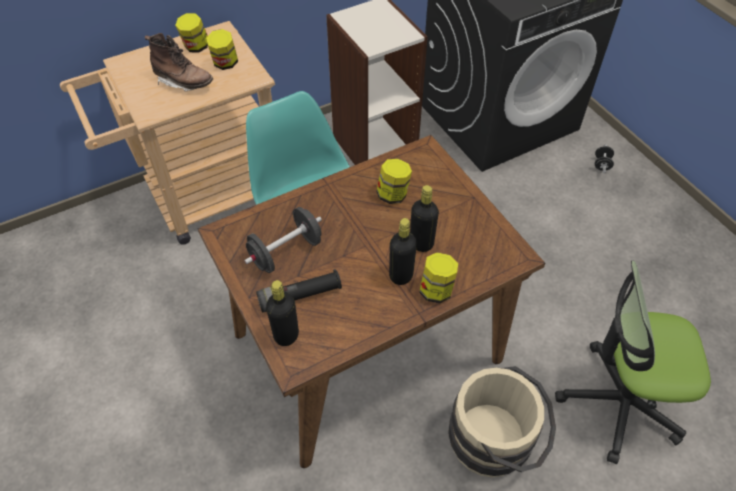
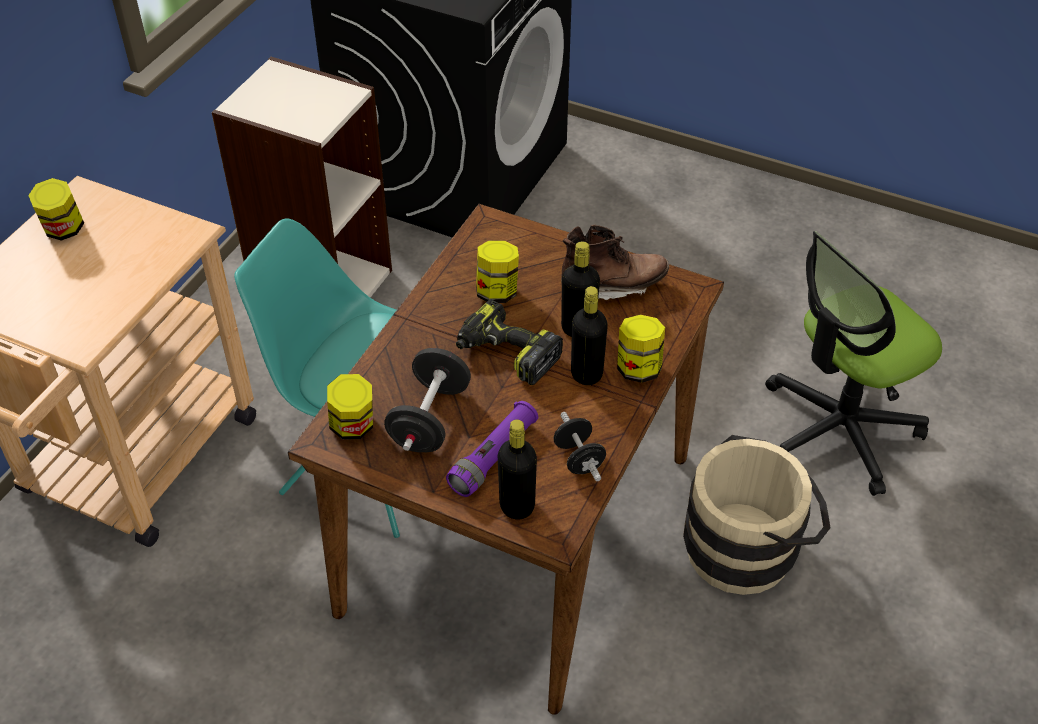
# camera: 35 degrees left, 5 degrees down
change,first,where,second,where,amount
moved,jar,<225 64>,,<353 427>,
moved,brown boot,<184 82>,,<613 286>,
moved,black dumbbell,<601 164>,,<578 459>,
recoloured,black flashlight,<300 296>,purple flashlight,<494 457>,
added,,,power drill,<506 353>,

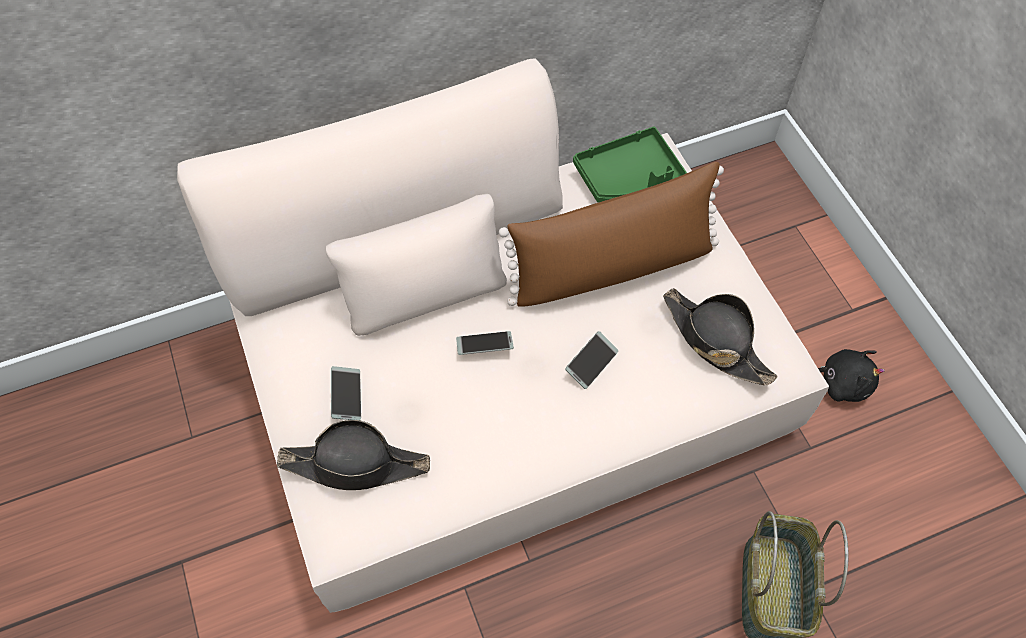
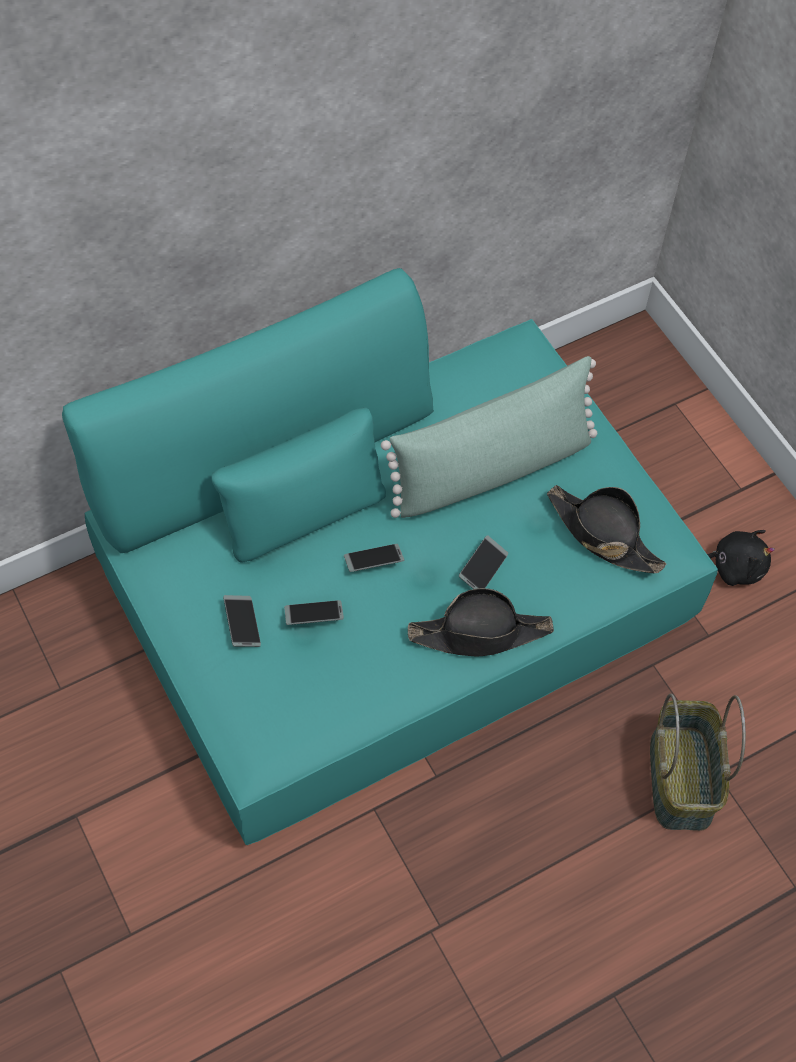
# camera: 10 degrees left, 0 degrees up
change,first,where,second,where,amount
recoloured,beige sofa,<514 378>,turquoise sofa,<396 594>,
removed,green tray,<629 178>,,,
recoloured,brown pillow,<612 267>,green pillow,<492 468>,
moved,black hat,<356 464>,,<480 633>,
added,,,phone,<314 615>,

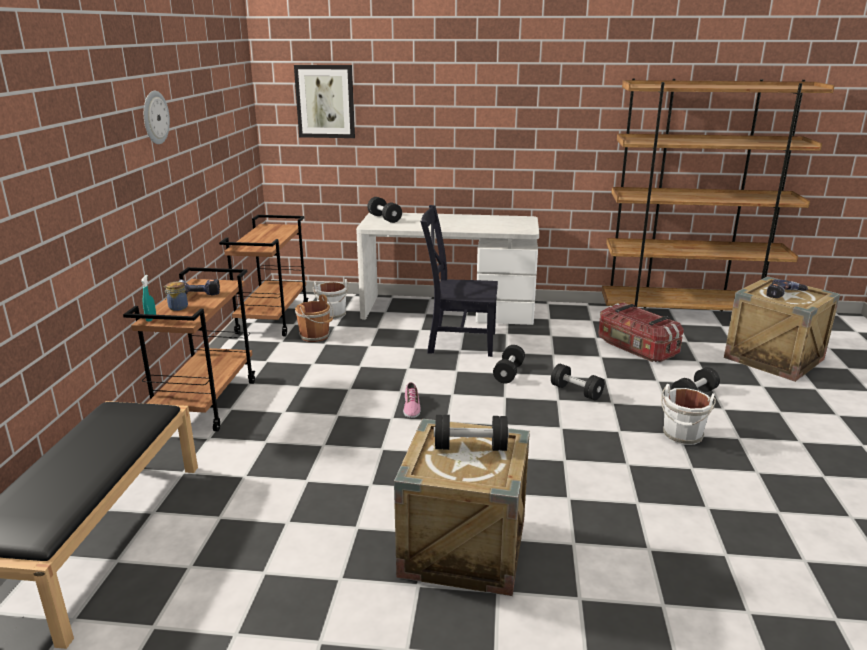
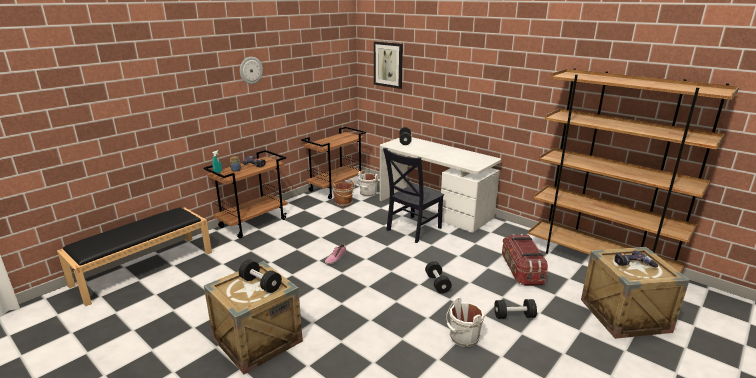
# camera: 35 degrees right, 0 degrees up
change,first,where,second,where,amount
turned,black chair,<458 342>,,<412 229>,90 degrees counterclockwise
removed,black dumbbell,<508 373>,,,

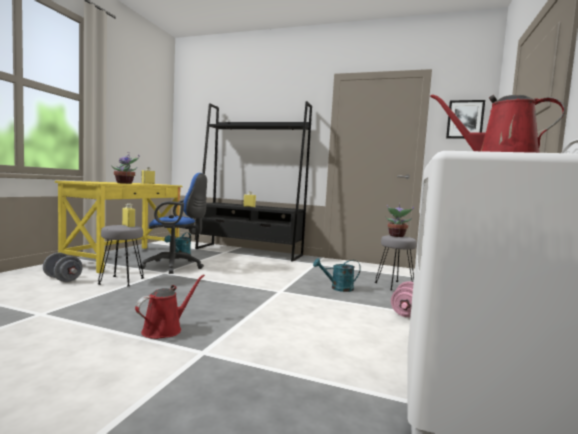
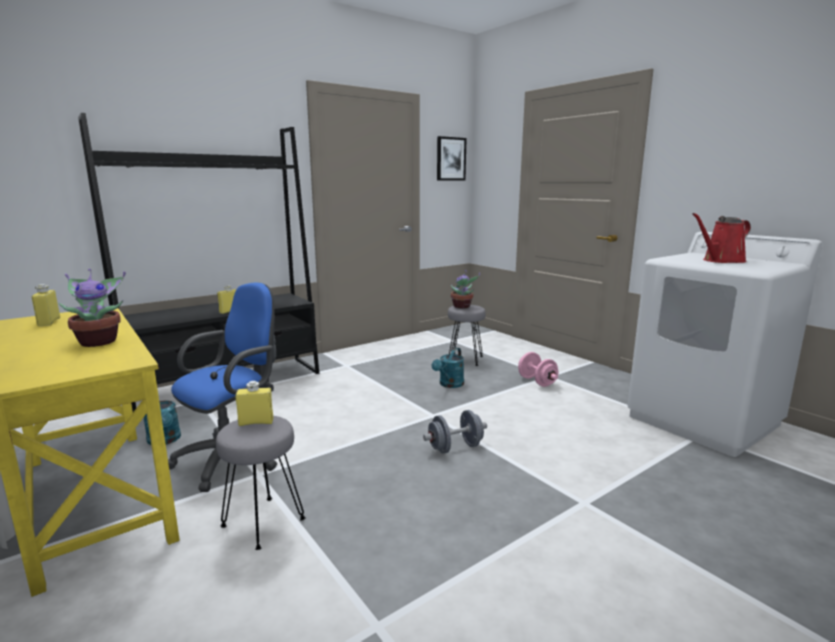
# camera: 55 degrees left, 10 degrees up
change,first,where,second,where,amount
moved,grey dumbbell,<62 279>,,<455 447>,
removed,red watering can,<165 329>,,,

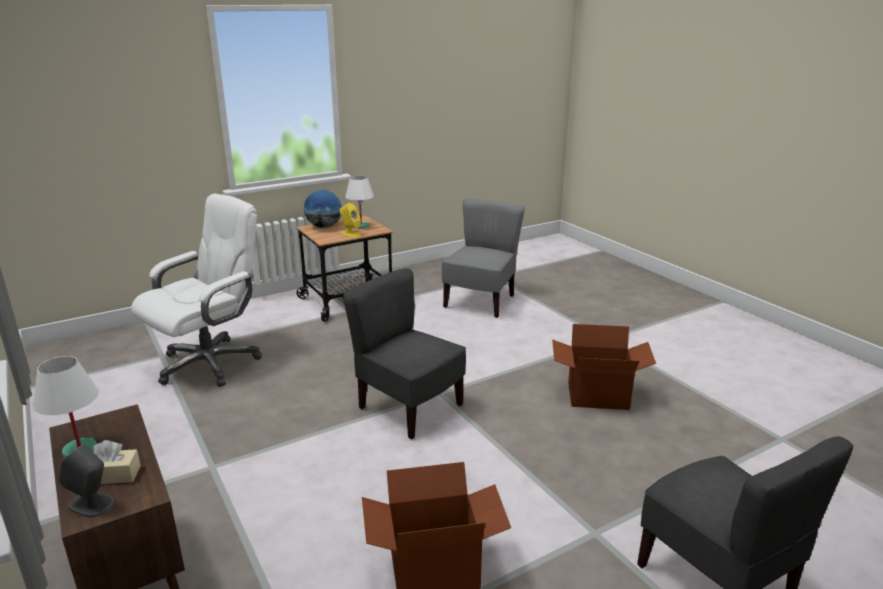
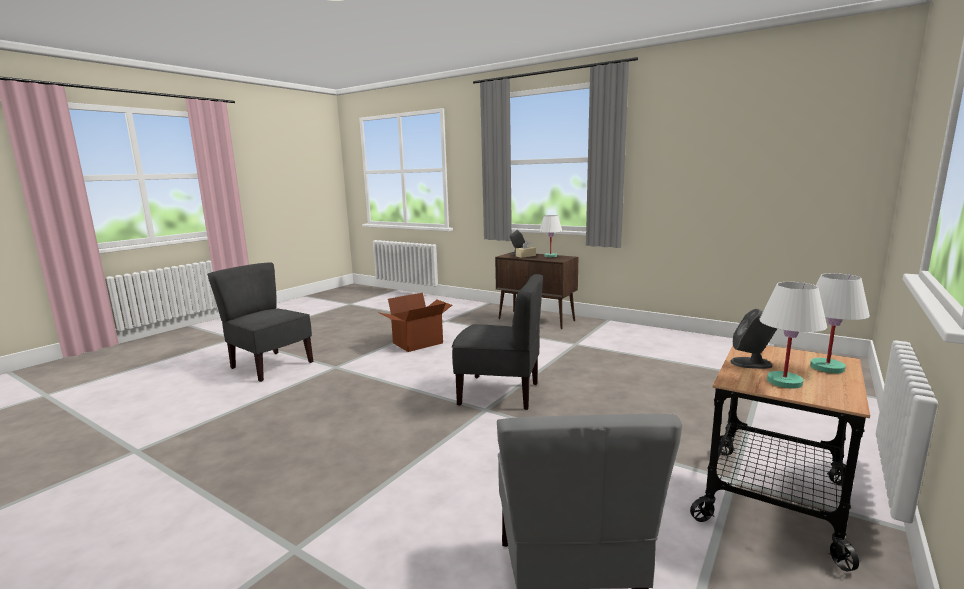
# camera: 155 degrees right, 10 degrees down
change,first,where,second,where,amount
replaced,globe,<324 226>,white table lamp,<826 367>,
removed,white office chair,<210 363>,,,
recoloured,yellow speaker,<350 234>,grey speaker,<751 363>,
removed,cardboard box,<597 396>,,,

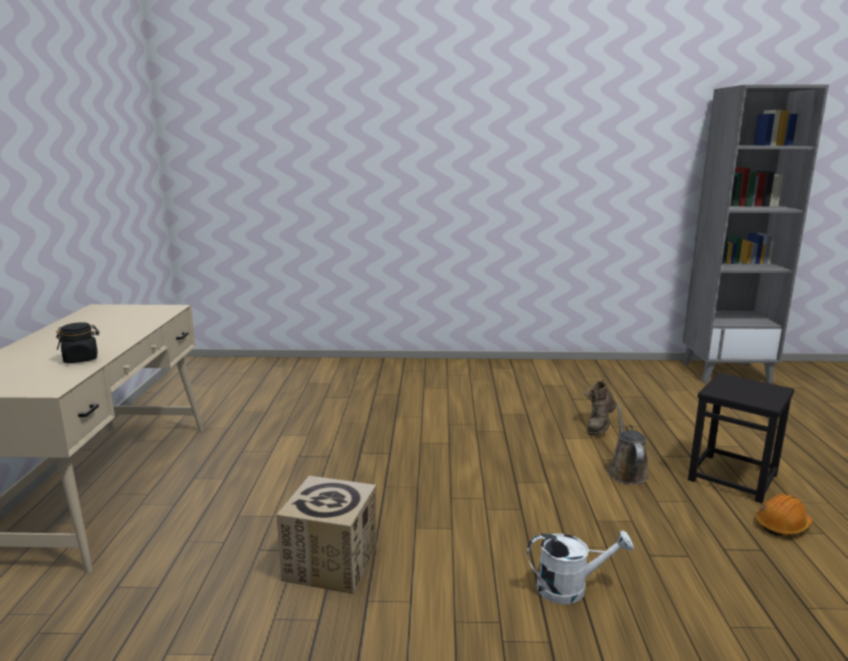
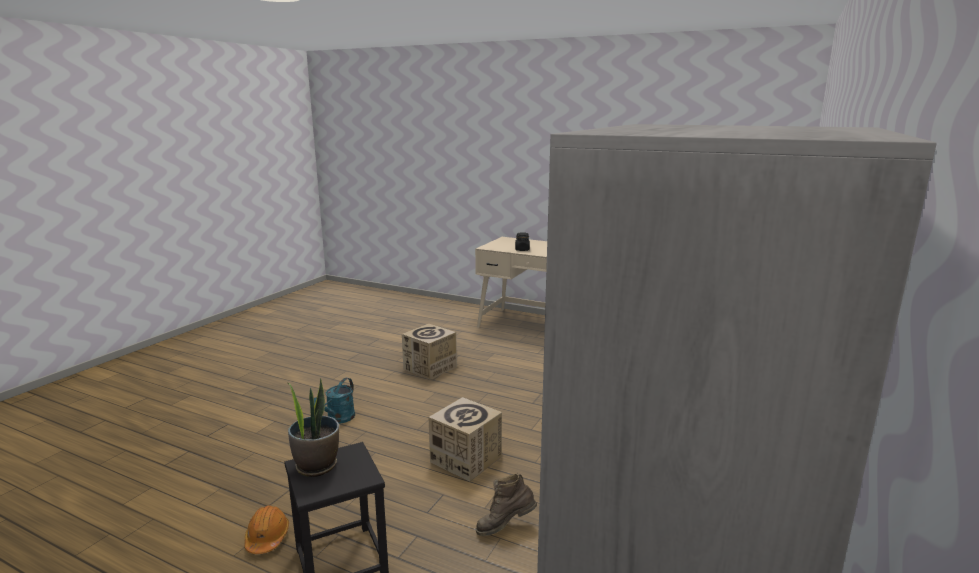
# camera: 115 degrees right, 0 degrees up
change,first,where,second,where,amount
turned,brown boot,<599 426>,,<505 526>,75 degrees counterclockwise
removed,brown watering can,<626 471>,,,
recoloured,white watering can,<570 588>,turquoise watering can,<338 419>,
added,,,potted plant,<316 466>,
added,,,cardboard box,<466 459>,

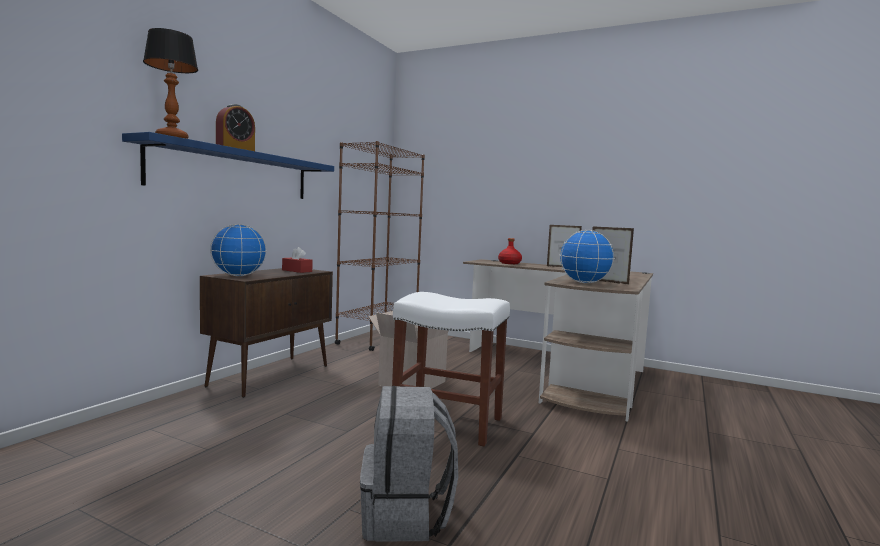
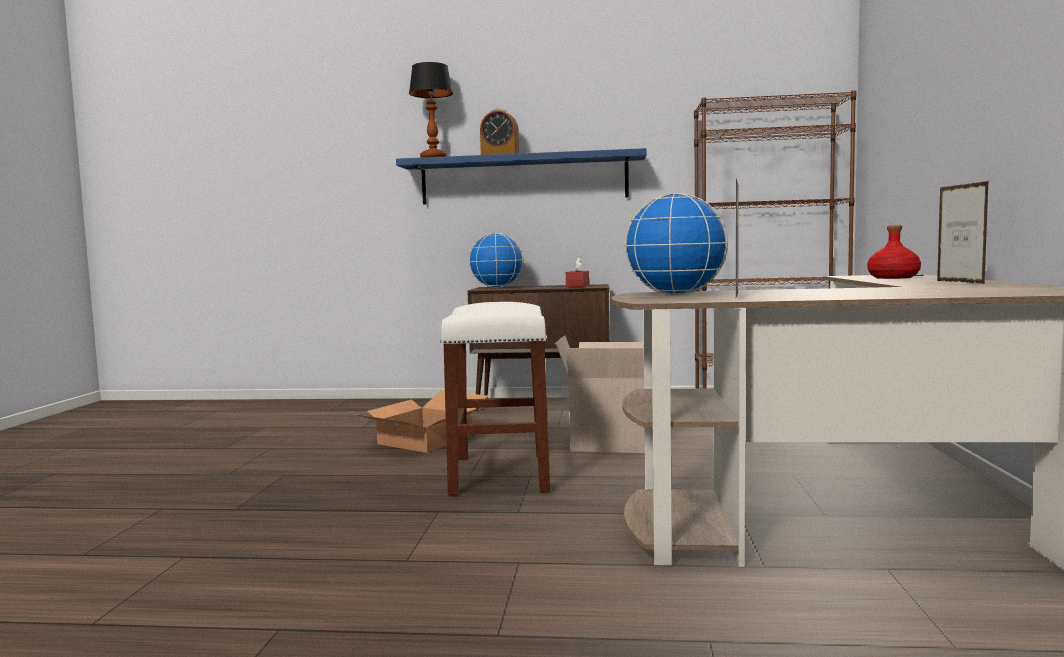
# camera: 70 degrees right, 0 degrees up
change,first,where,second,where,amount
removed,grey backpack,<406 516>,,,
added,,,cardboard box,<425 440>,

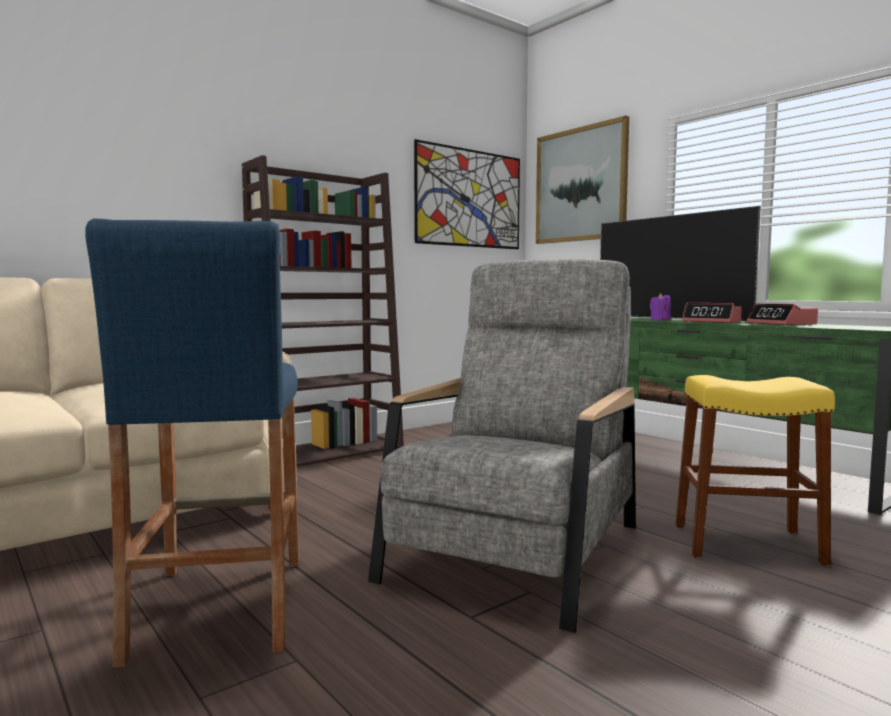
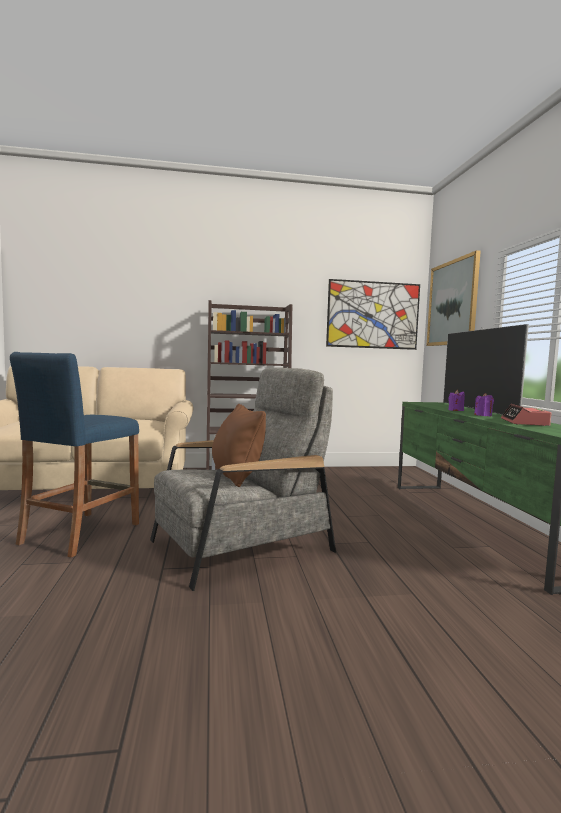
# camera: 30 degrees right, 0 degrees up
change,first,where,second,where,amount
replaced,alarm clock,<712 322>,purple candle,<483 415>,
removed,yellow stool,<746 543>,,,
added,,,brown pillow,<236 476>,

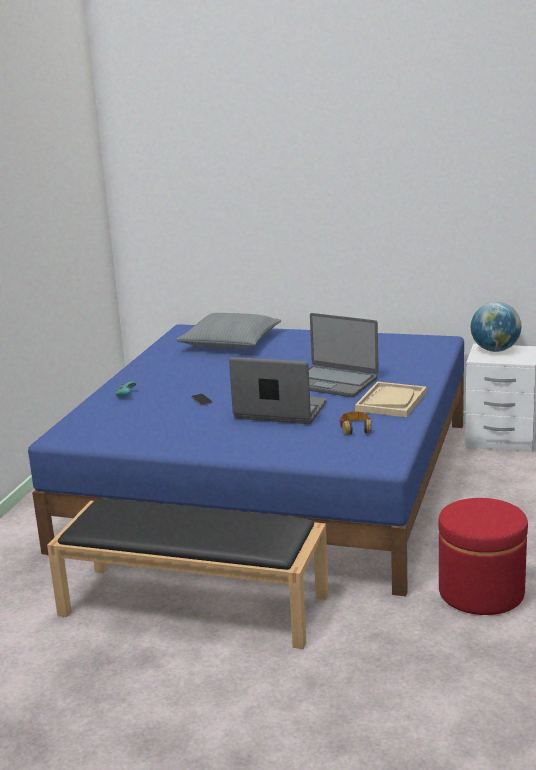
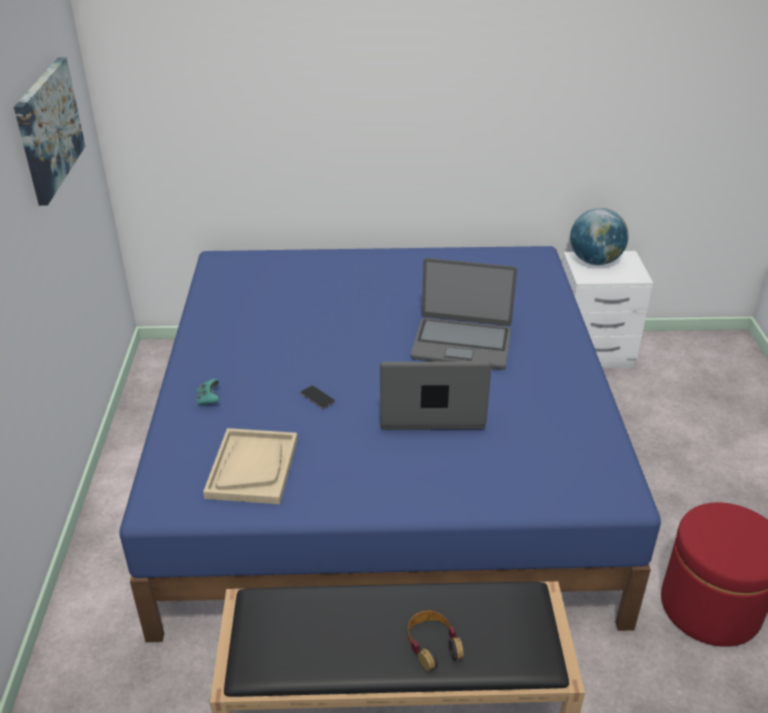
# camera: 20 degrees left, 15 degrees up
change,first,where,second,where,amount
removed,grey pillow,<230 342>,,,
moved,beige tray,<391 401>,,<252 467>,
moved,headphones,<355 428>,,<432 644>,
added,,,picture,<48 128>,

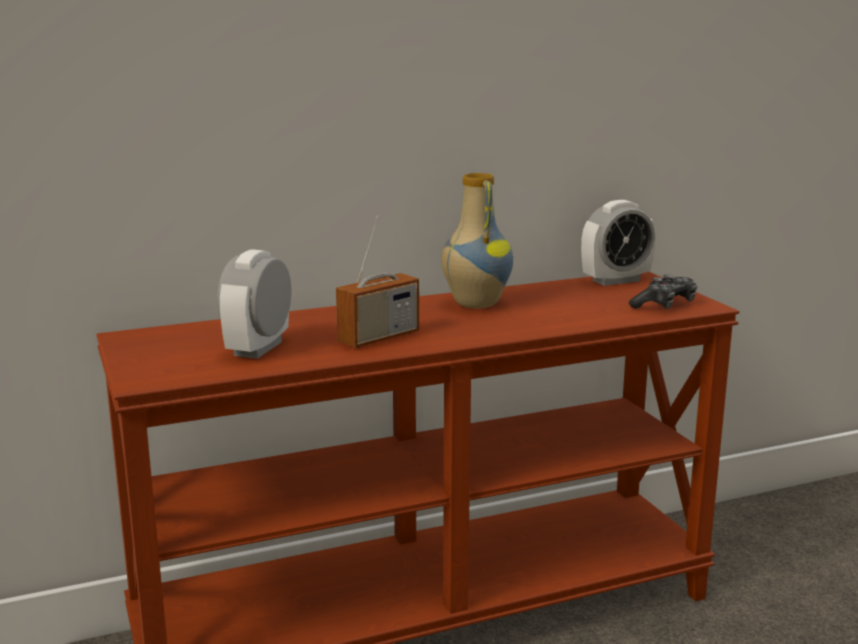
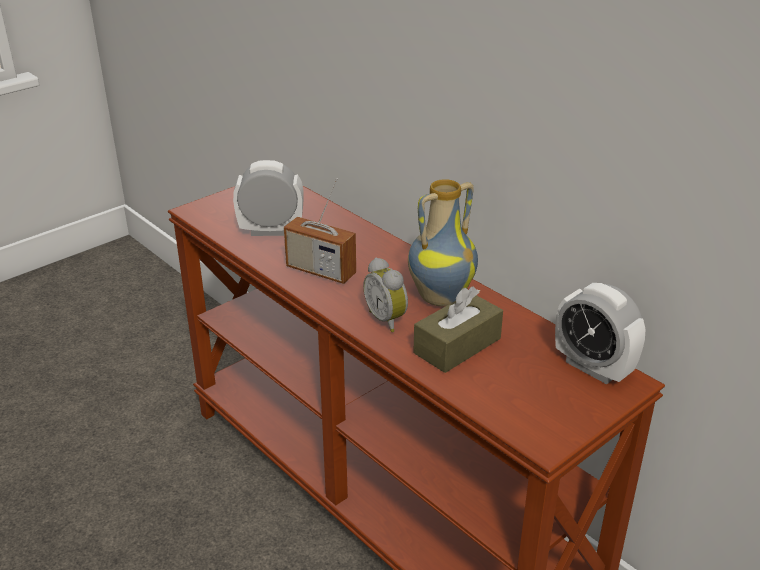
# camera: 70 degrees right, 15 degrees up
change,first,where,second,where,amount
removed,game controller,<664 305>,,,
added,,,alarm clock,<388 319>,
added,,,brown tissue box,<457 346>,

